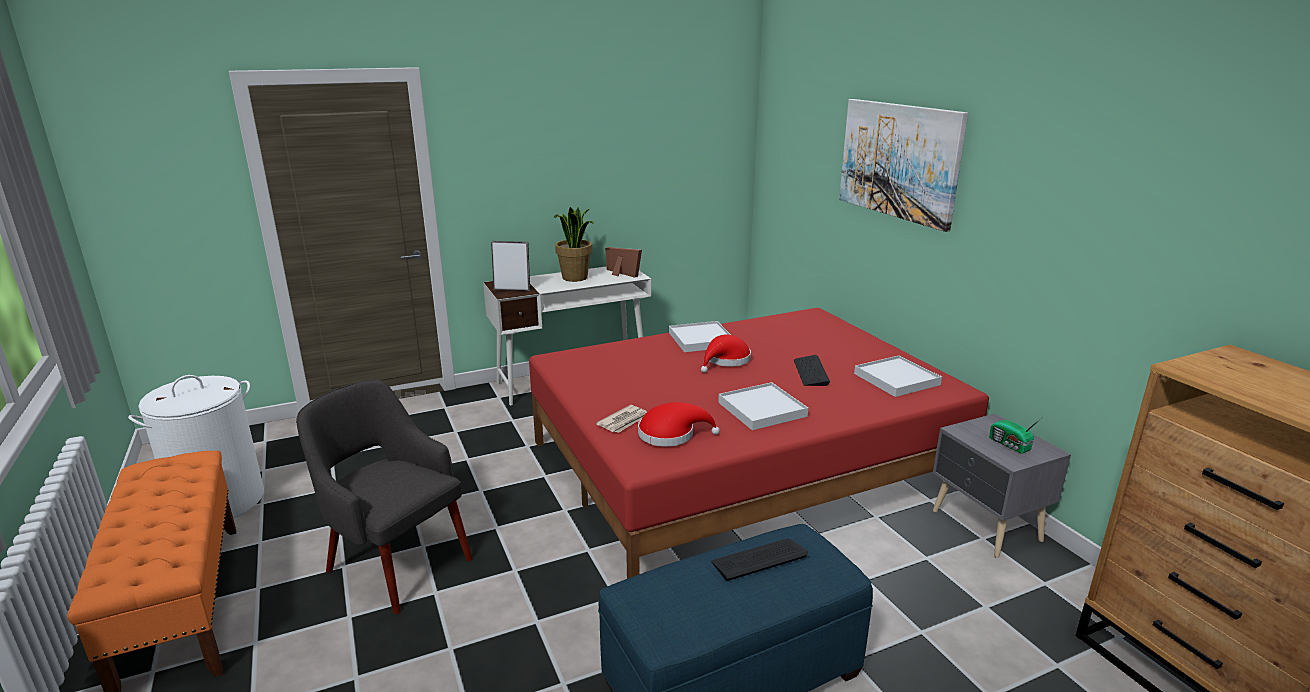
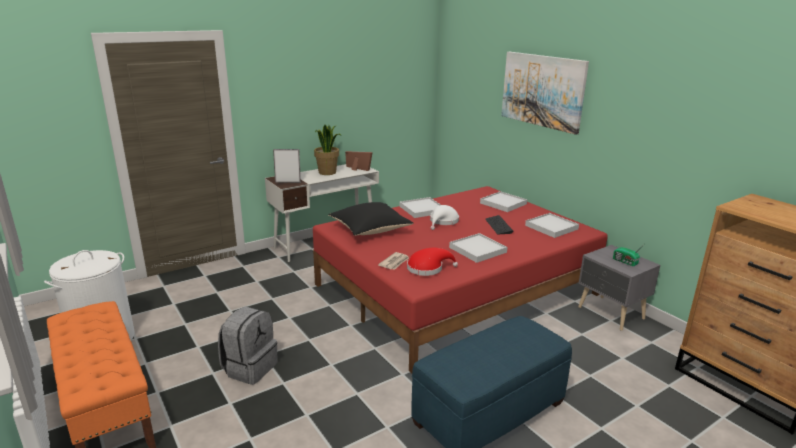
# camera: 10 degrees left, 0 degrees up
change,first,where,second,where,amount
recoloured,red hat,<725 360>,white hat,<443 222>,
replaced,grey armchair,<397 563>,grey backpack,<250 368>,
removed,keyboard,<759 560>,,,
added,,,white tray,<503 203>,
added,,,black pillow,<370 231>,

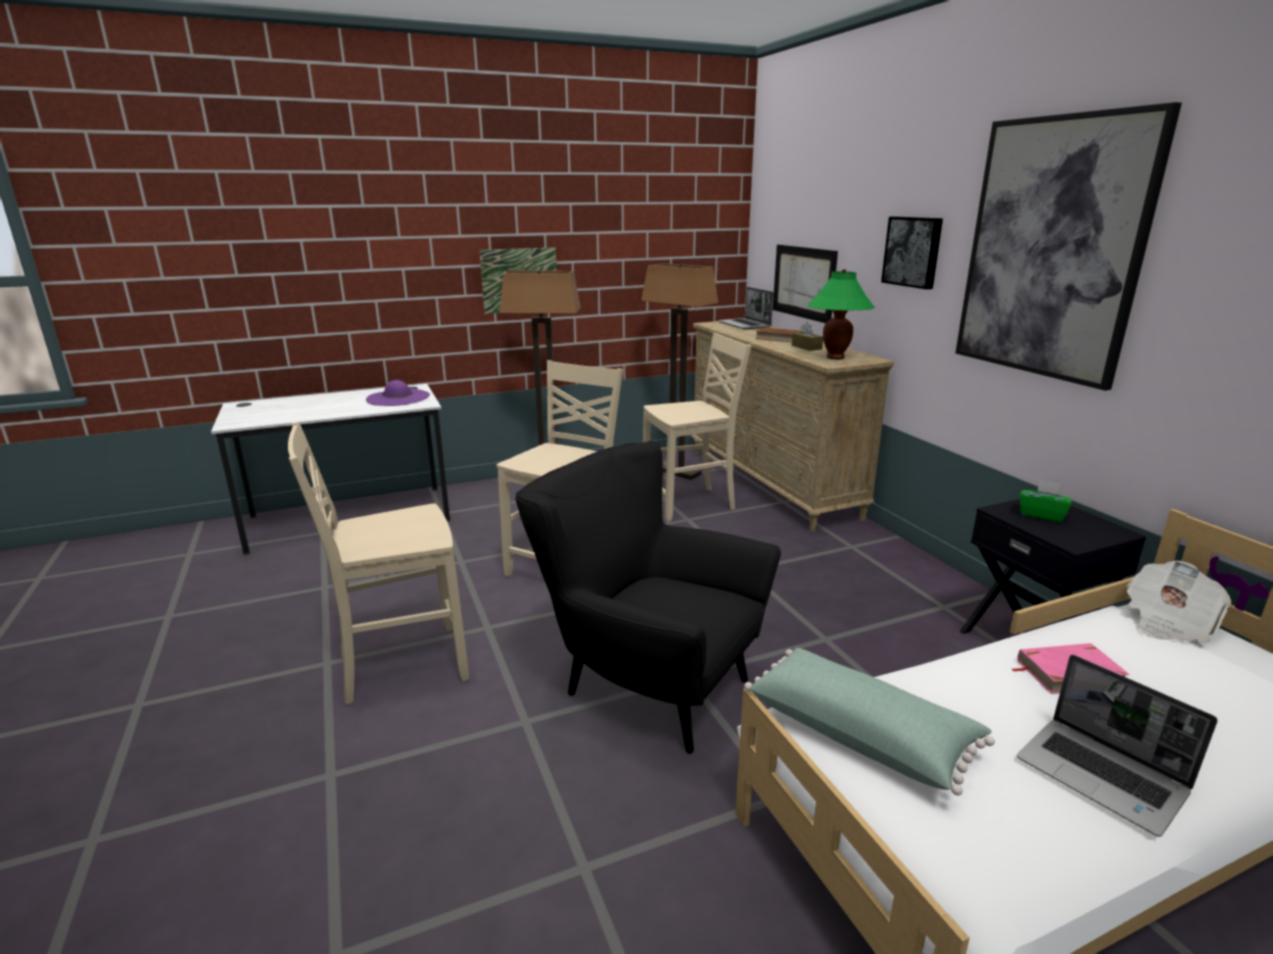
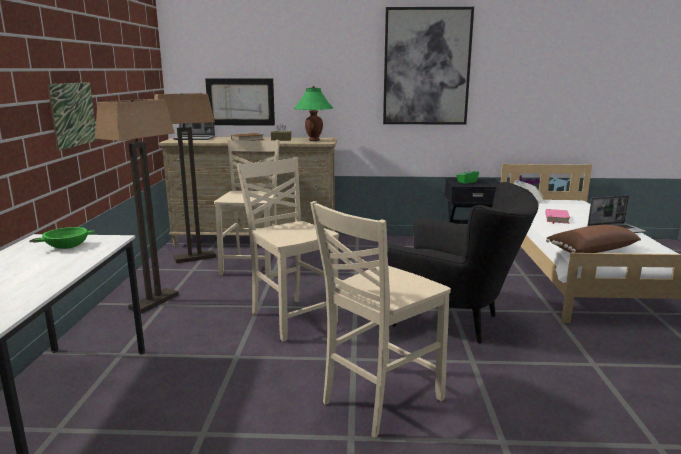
# camera: 65 degrees left, 5 degrees down
change,first,where,second,where,amount
removed,picture,<913 251>,,,
replaced,purple hat,<398 397>,green bowl,<67 245>,
turned,beige chair,<400 665>,,<379 400>,45 degrees clockwise
turned,black armchair,<644 684>,,<453 321>,120 degrees counterclockwise
recoloured,green pillow,<860 732>,brown pillow,<590 250>,

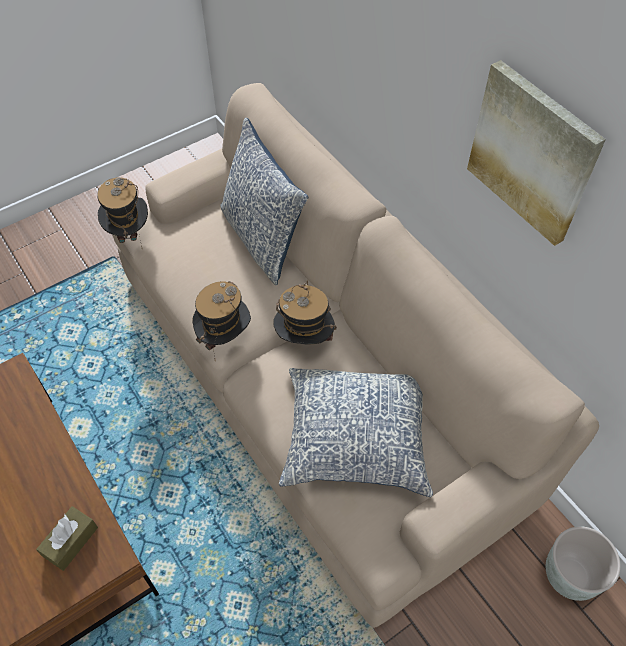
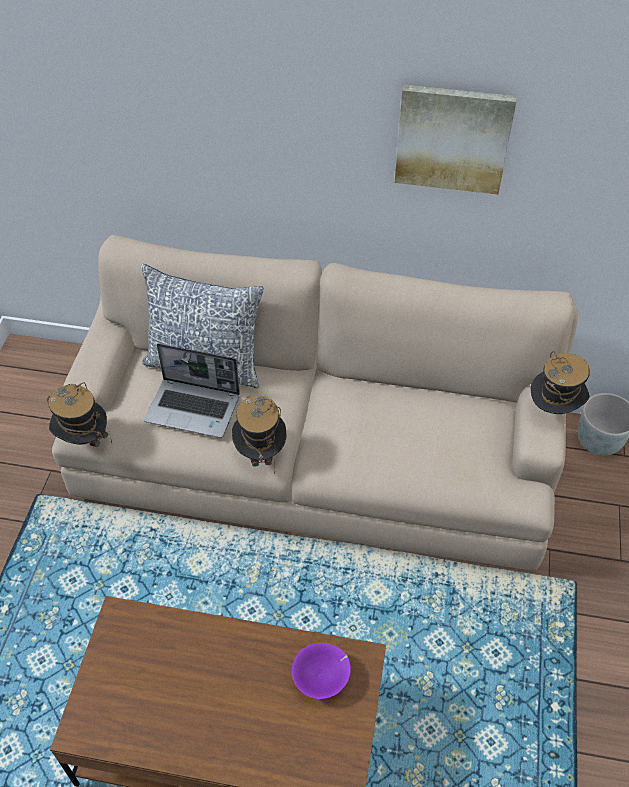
# camera: 45 degrees left, 5 degrees down
change,first,where,second,where,amount
moved,hat,<304 340>,,<553 411>,
removed,pillow,<356 439>,,,
replaced,brown tissue box,<70 541>,purple bowl,<322 678>,
added,,,laptop,<194 408>,

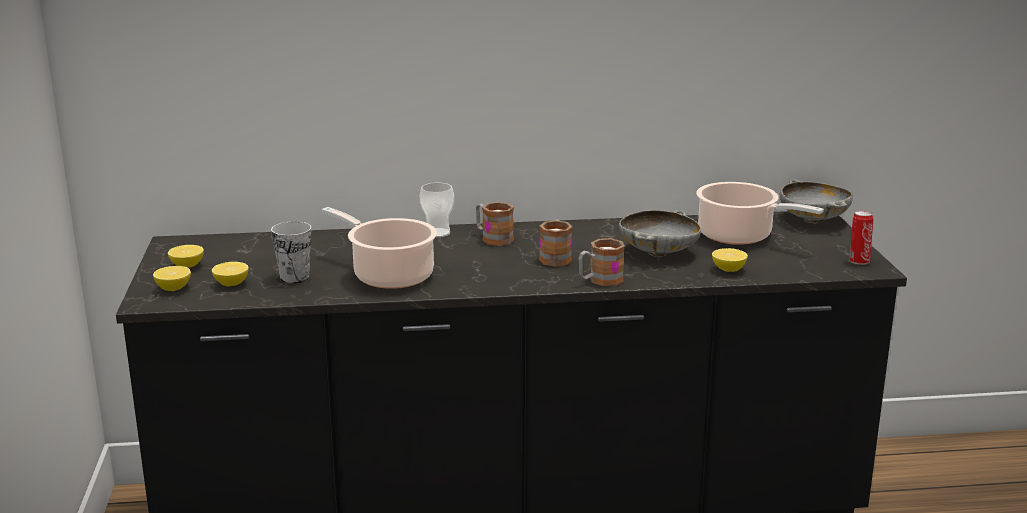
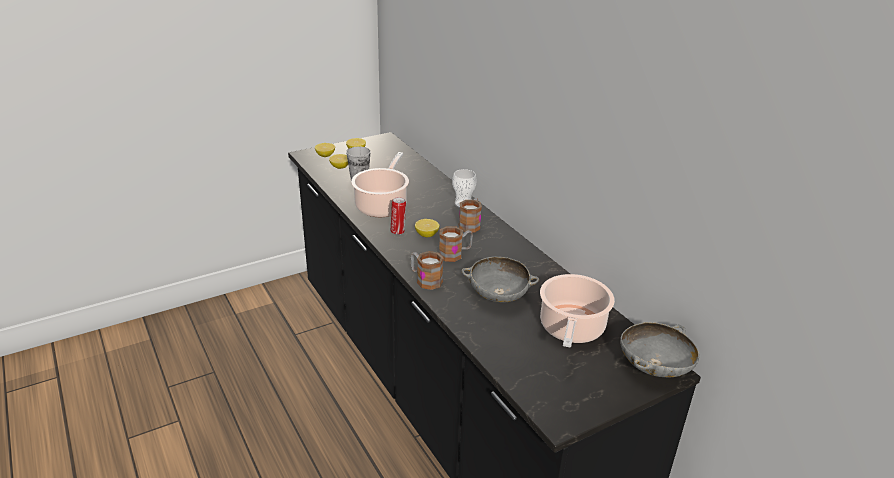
# camera: 65 degrees right, 10 degrees up
change,first,where,second,where,amount
moved,can,<858 261>,,<398 231>,
moved,lemon,<728 270>,,<426 234>,

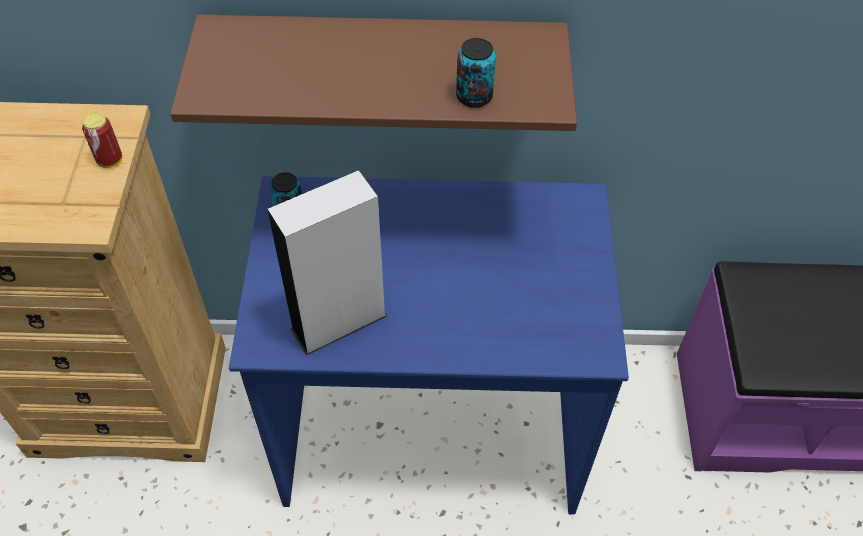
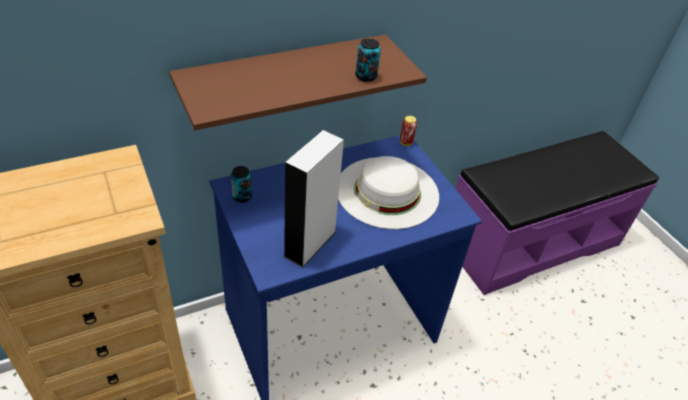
# camera: 30 degrees left, 10 degrees down
change,first,where,second,where,amount
moved,can,<110 160>,,<406 143>,
added,,,white hat,<387 191>,

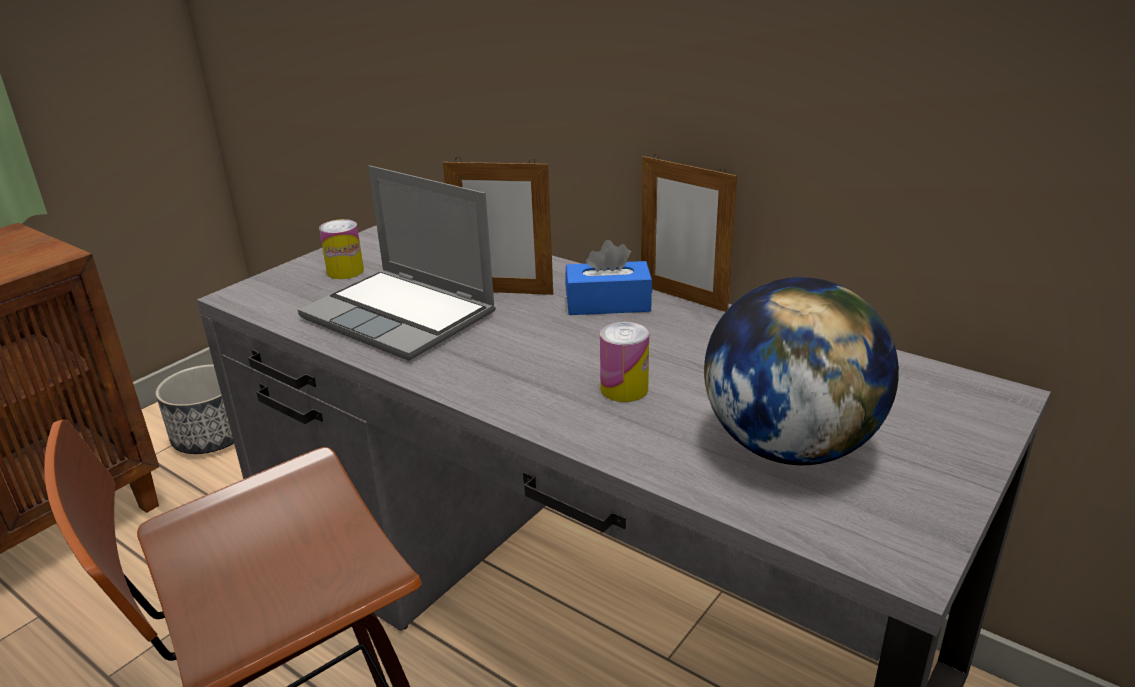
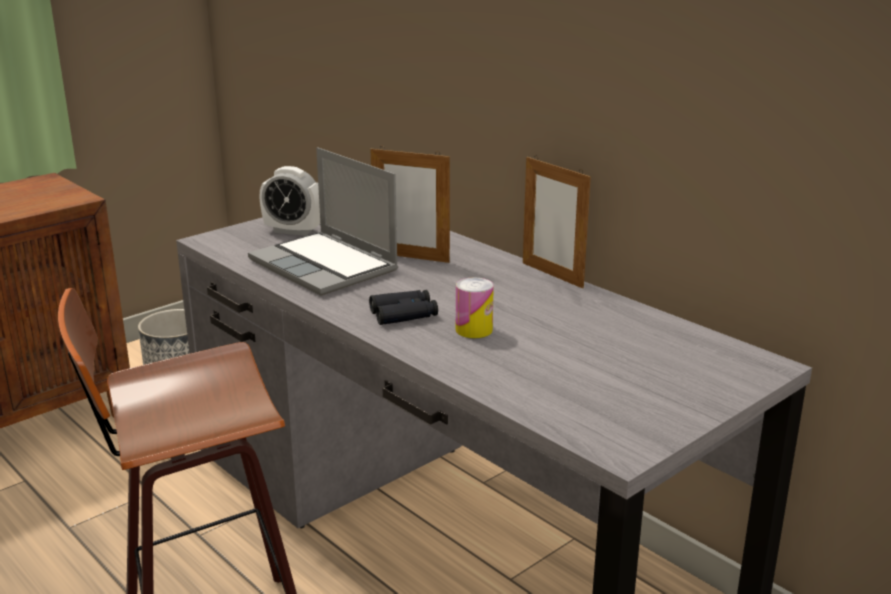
# camera: 10 degrees right, 5 degrees down
change,first,where,second,where,amount
replaced,can,<345 271>,alarm clock,<293 231>,
removed,blue tissue box,<608 304>,,,
removed,globe,<789 447>,,,
added,,,black binoculars,<404 314>,

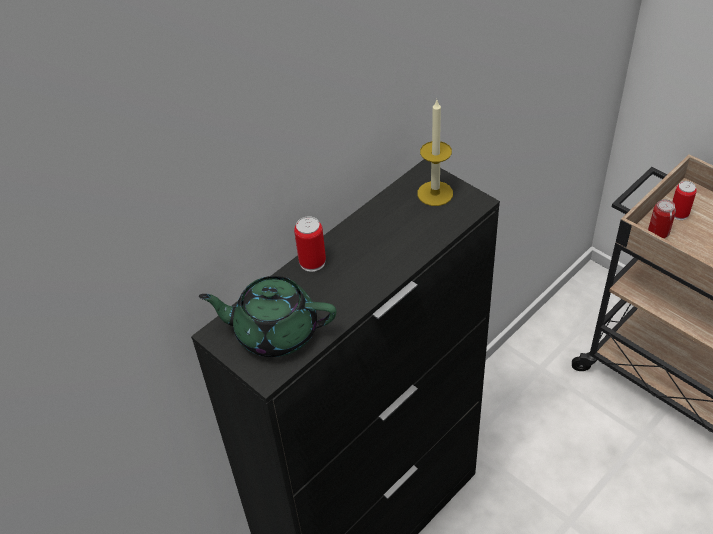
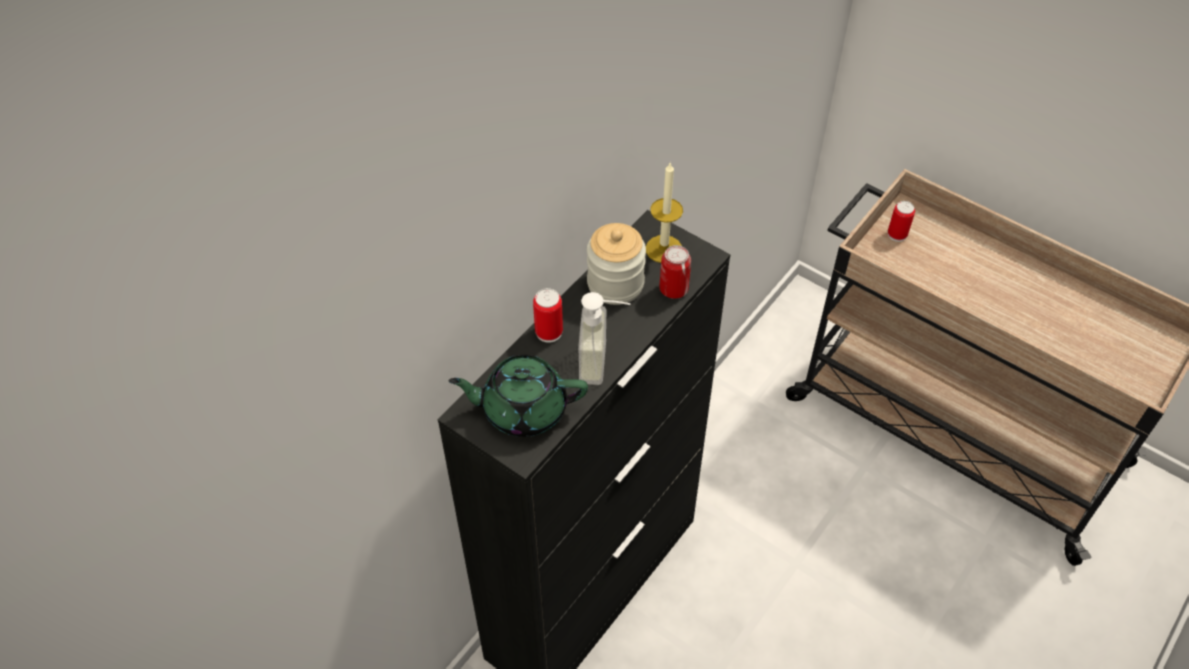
# camera: 10 degrees left, 5 degrees up
change,first,where,second,where,amount
moved,can,<658 232>,,<673 289>,
added,,,jar,<615 284>,
added,,,soap dispenser,<604 363>,

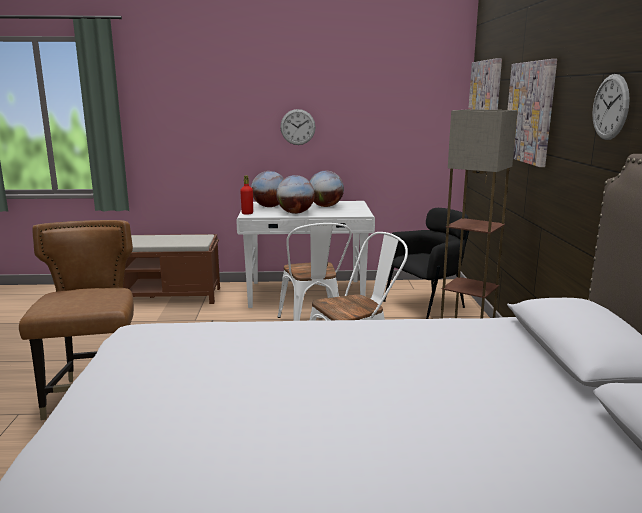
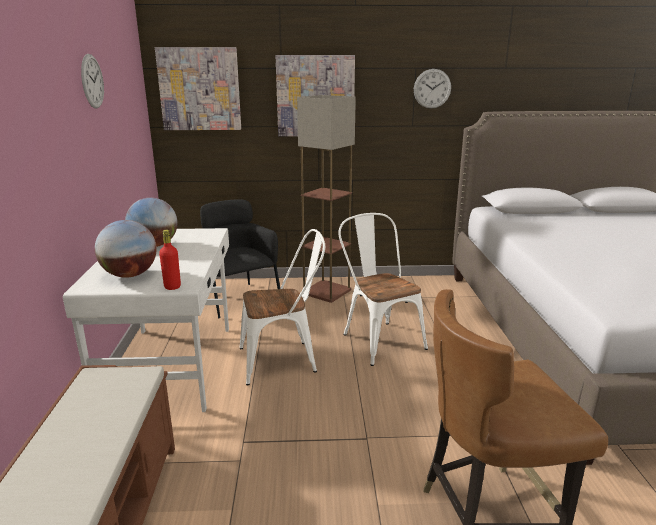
# camera: 90 degrees left, 5 degrees up
change,first,where,second,where,amount
moved,wall clock,<298 127>,,<92 81>,
removed,globe,<295 213>,,,

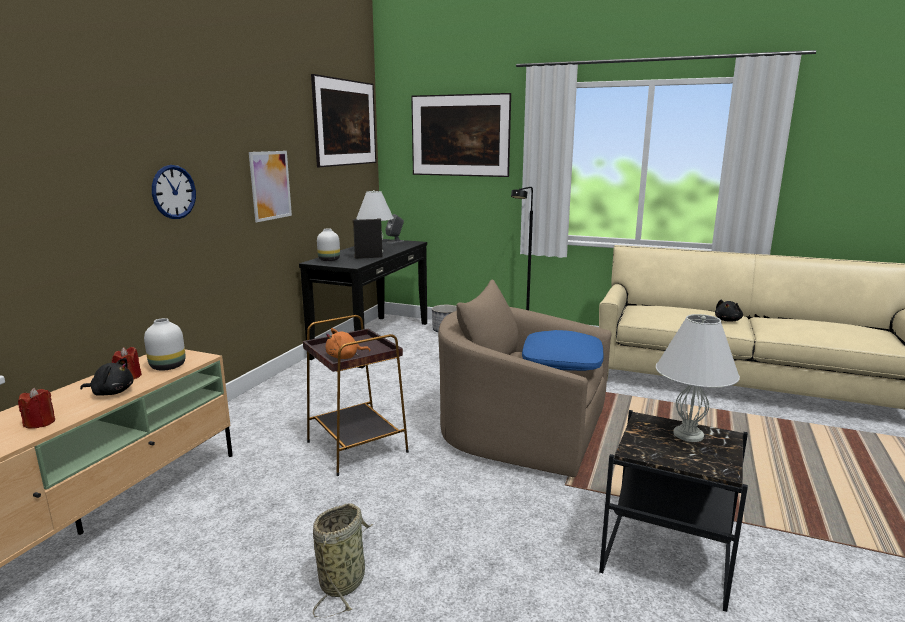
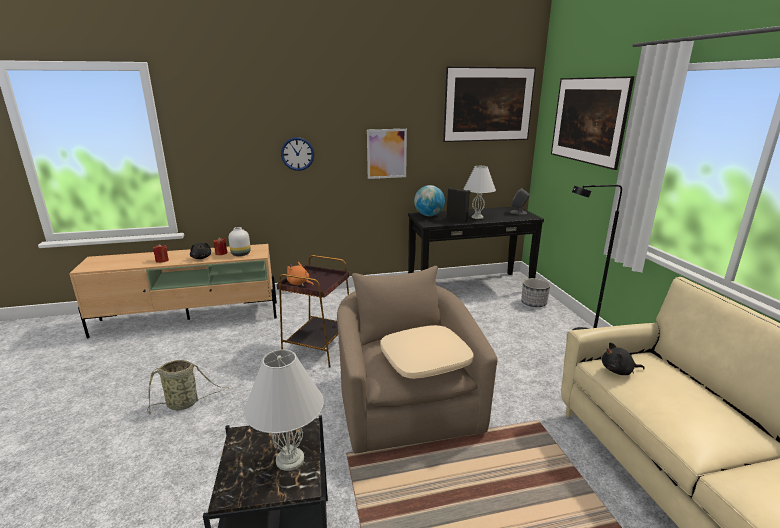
# camera: 55 degrees right, 5 degrees up
change,first,where,second,where,amount
replaced,white vase,<329 260>,globe,<429 215>,
moved,black plush toy,<728 320>,,<618 371>,
recoloured,blue pillow,<561 361>,beige pillow,<425 360>,

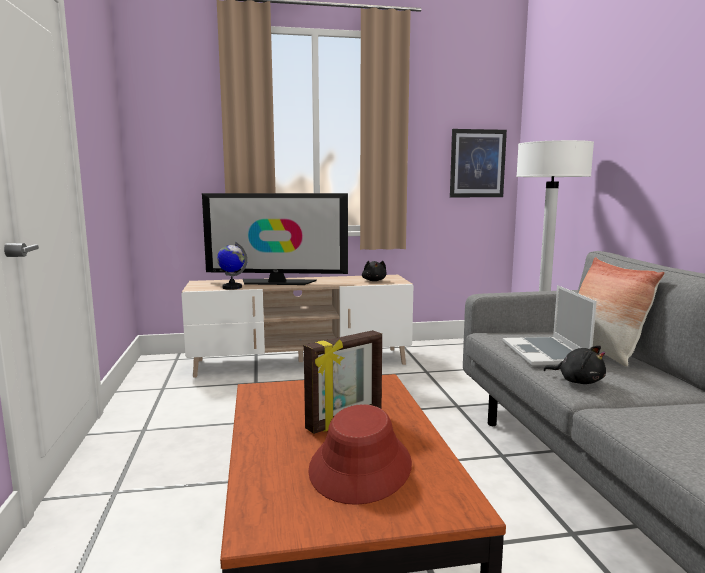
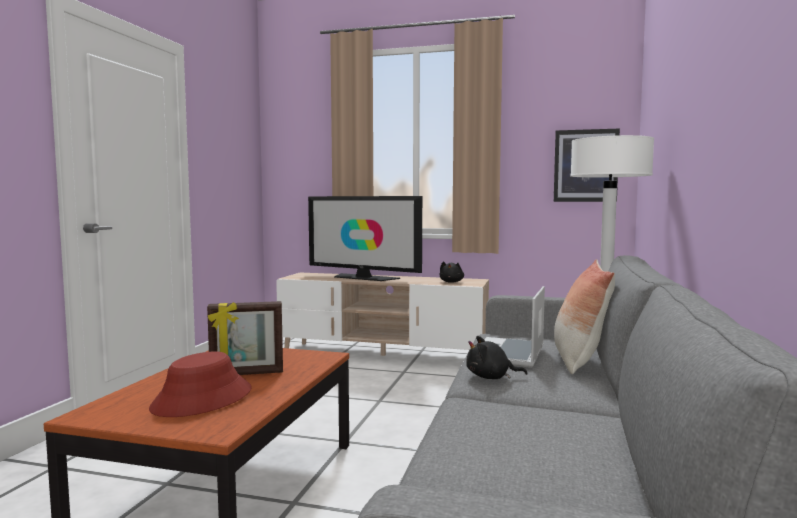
# camera: 25 degrees right, 5 degrees down
change,first,where,second,where,amount
removed,globe,<232 287>,,,
turned,black plush toy,<578 381>,,<491 377>,120 degrees clockwise

